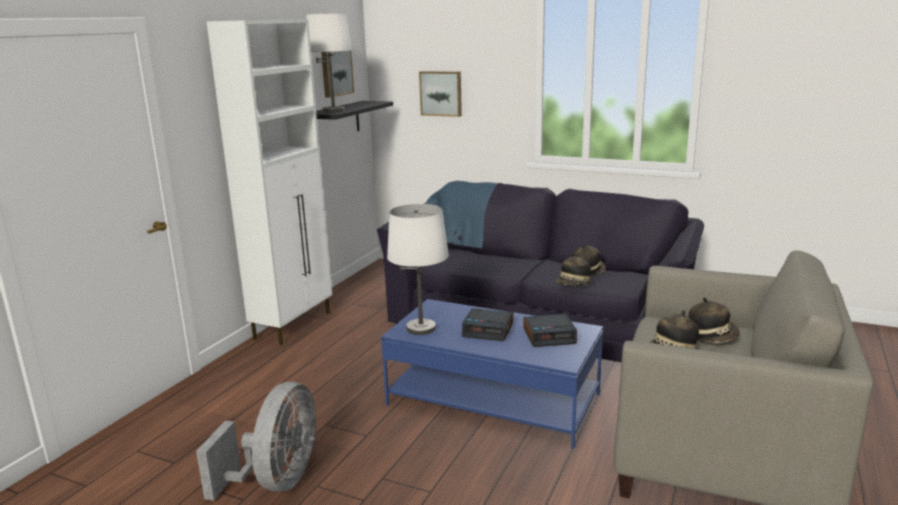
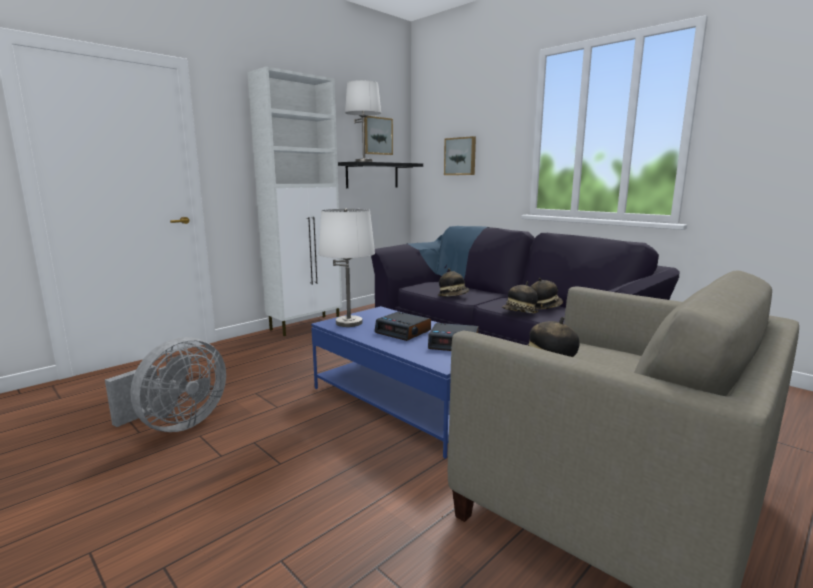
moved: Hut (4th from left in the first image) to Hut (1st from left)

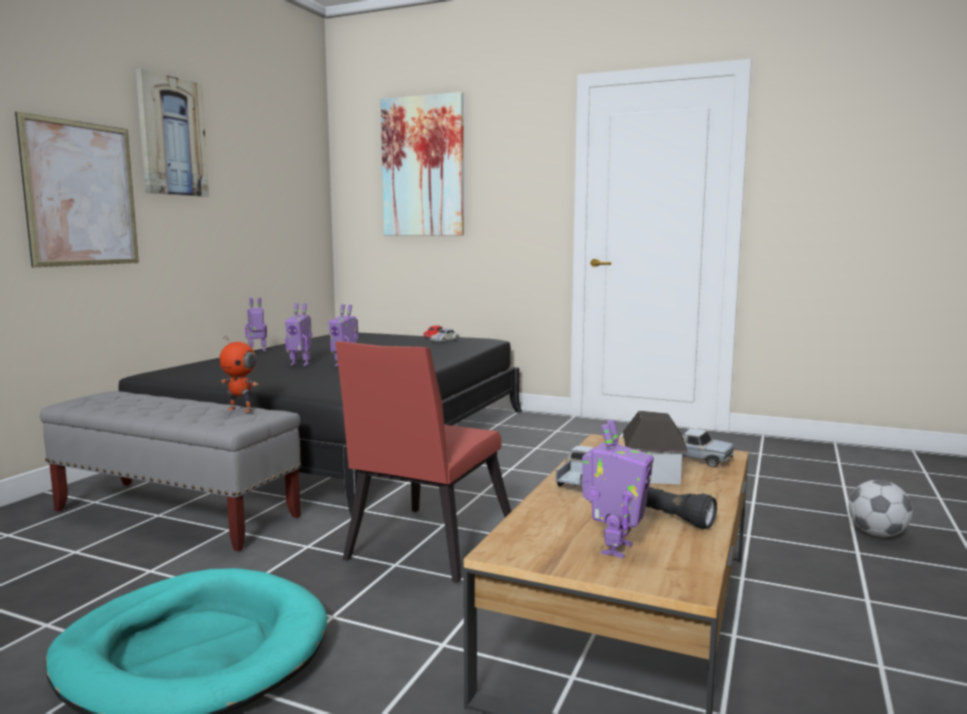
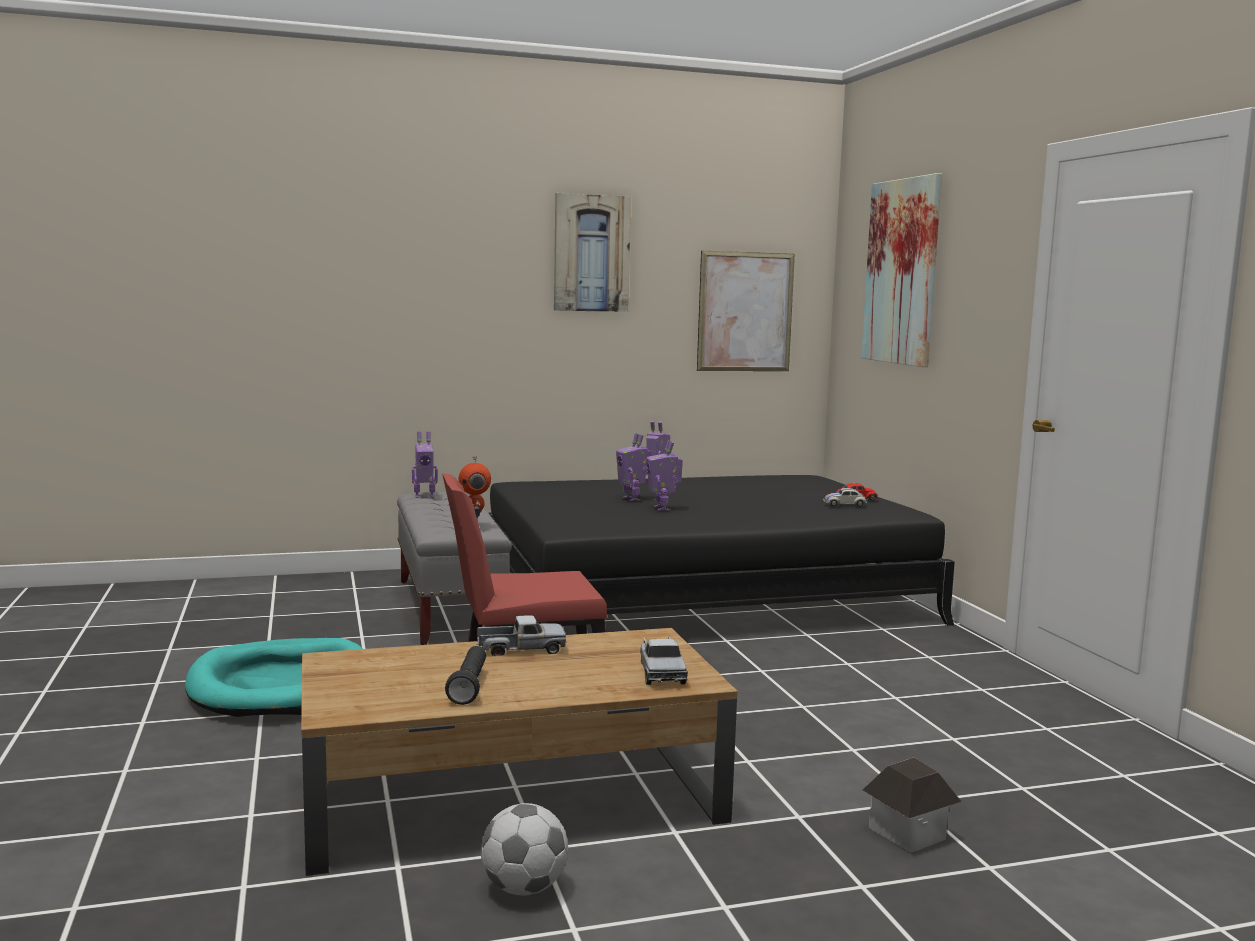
moved: Bild (1st from left in the first image) to Bild (2nd from left); Spielzeugroboter (5th from left in the first image) to Spielzeugroboter (1st from left); Spielzeughaus; Fußball

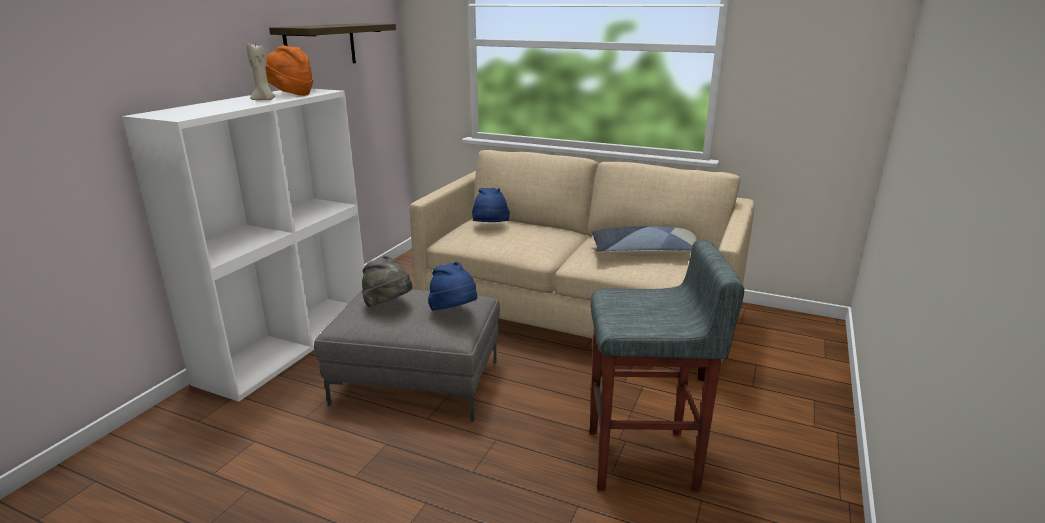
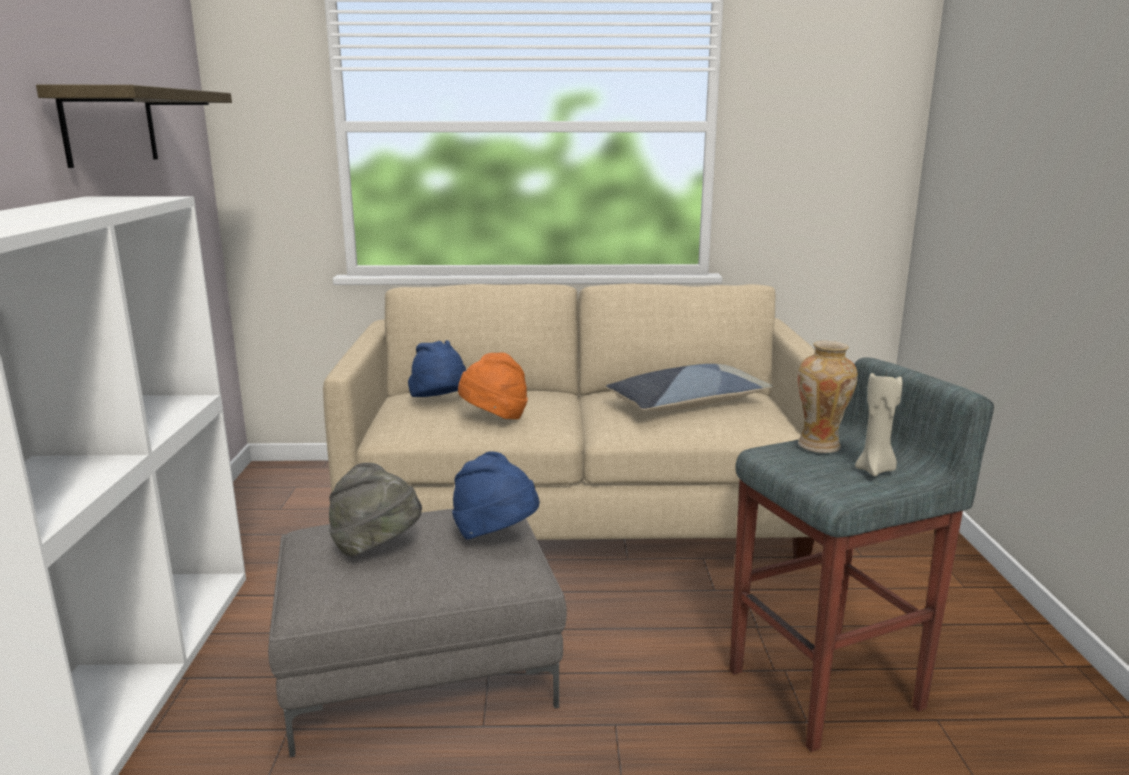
added: Vase
moved: Kerze/beige; Hut/orange

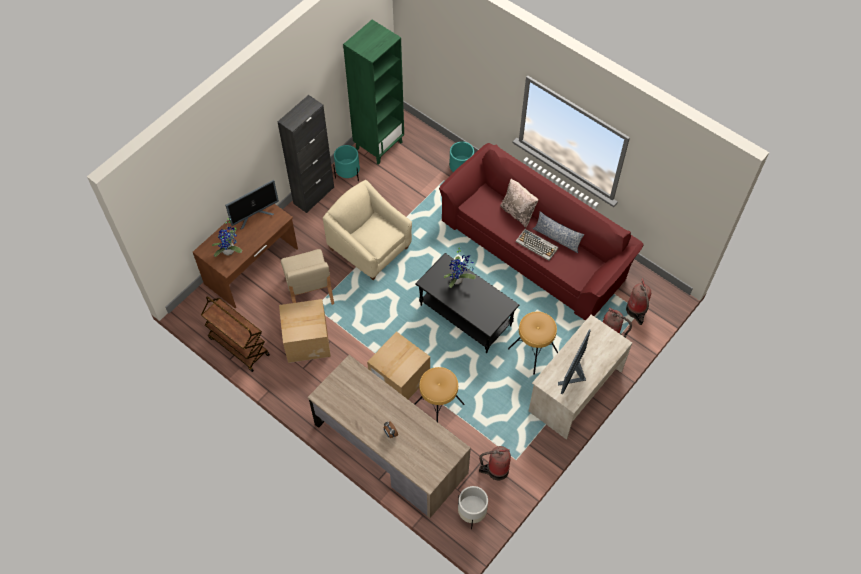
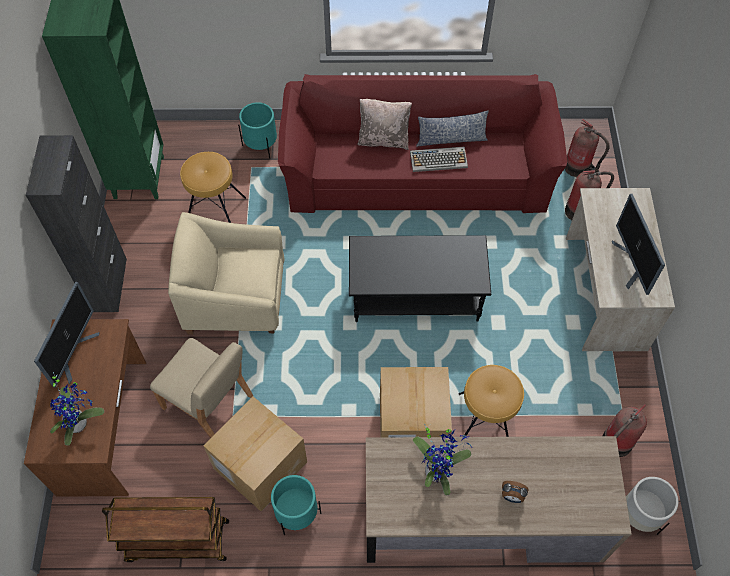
moved: Pflanzkübel/türkis (1st from left in the first image) to Pflanzkübel/türkis (2nd from left); Topfpflanze (2nd from left); Hocker/braun (2nd from left in the first image) to Hocker/braun (1st from left)

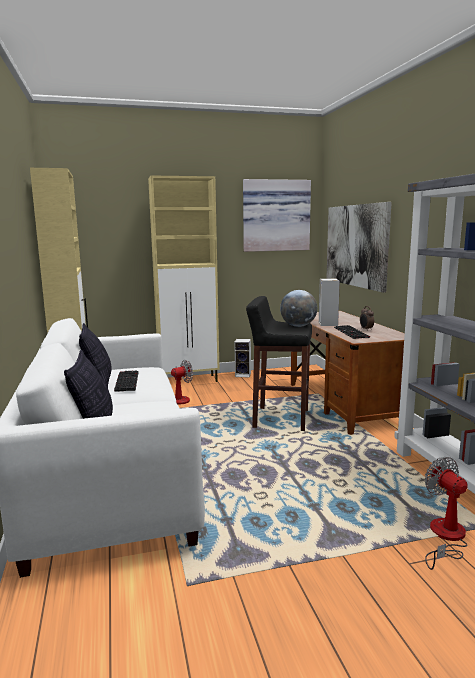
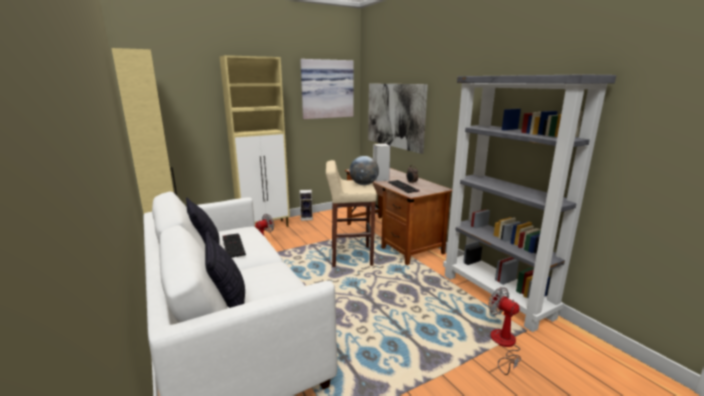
recoloured: Hocker/schwarz to Hocker/beige

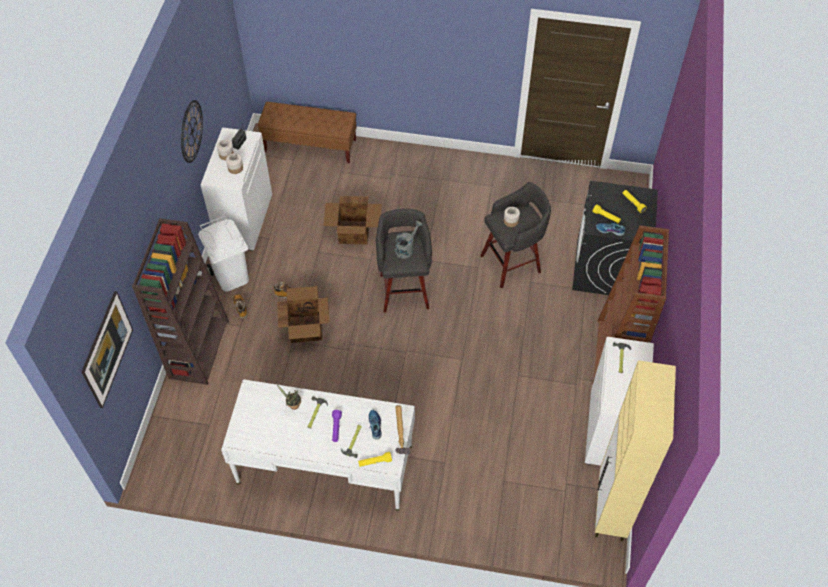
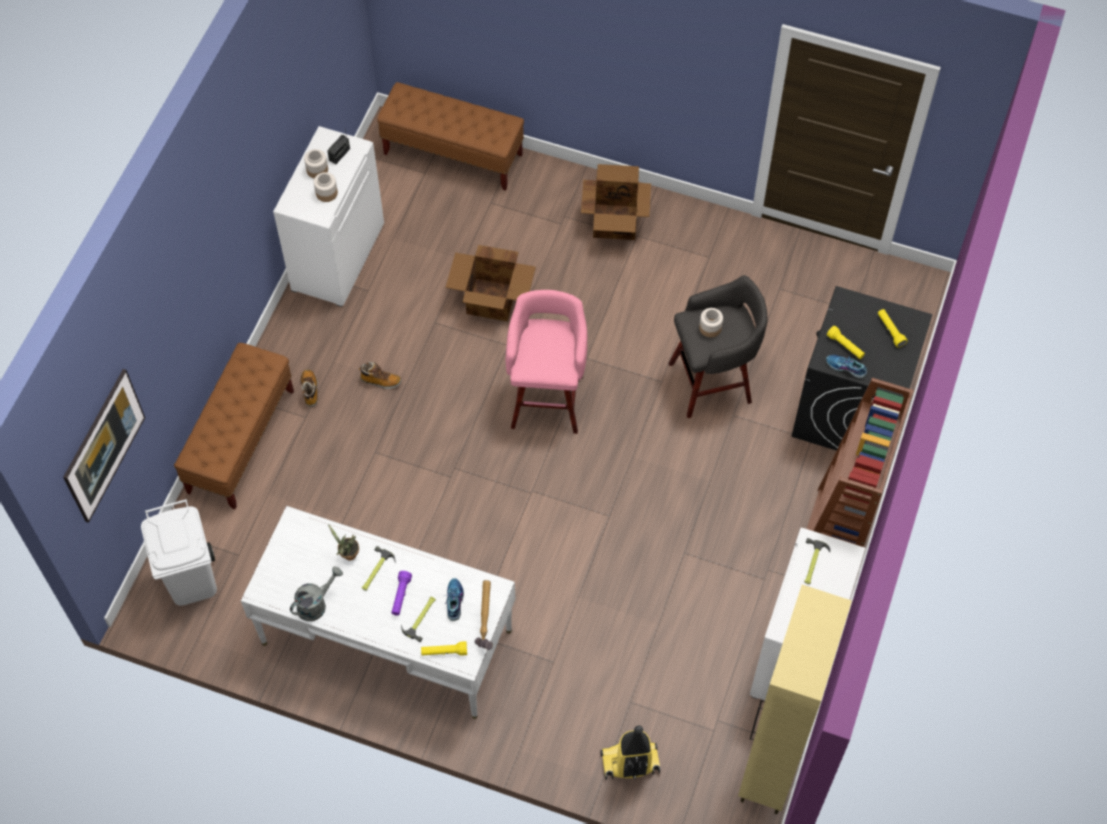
removed: Wanduhr
added: Staubsauger
moved: Mülleimer/weiß; Karton (1st from left in the first image) to Karton (2nd from left); Gießkanne/grau
replaced: Bücherregal/braun (1st from left) to Bank/braun (1st from left)
recoloured: Hocker/grau (1st from left) to Hocker/rosa

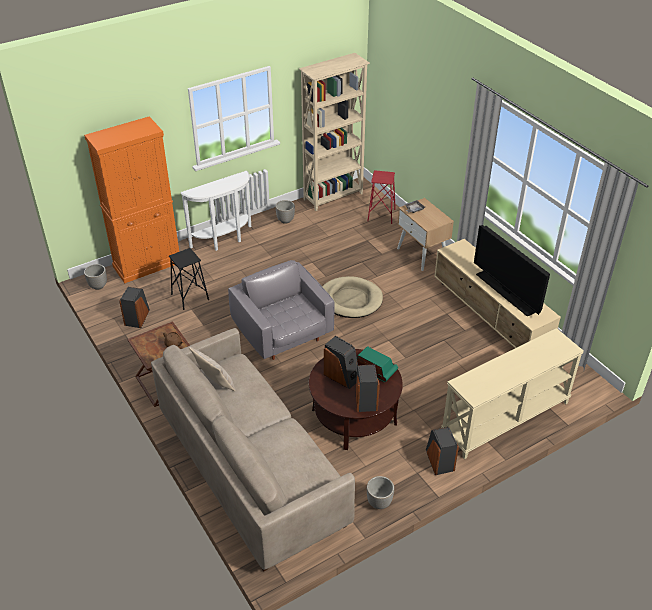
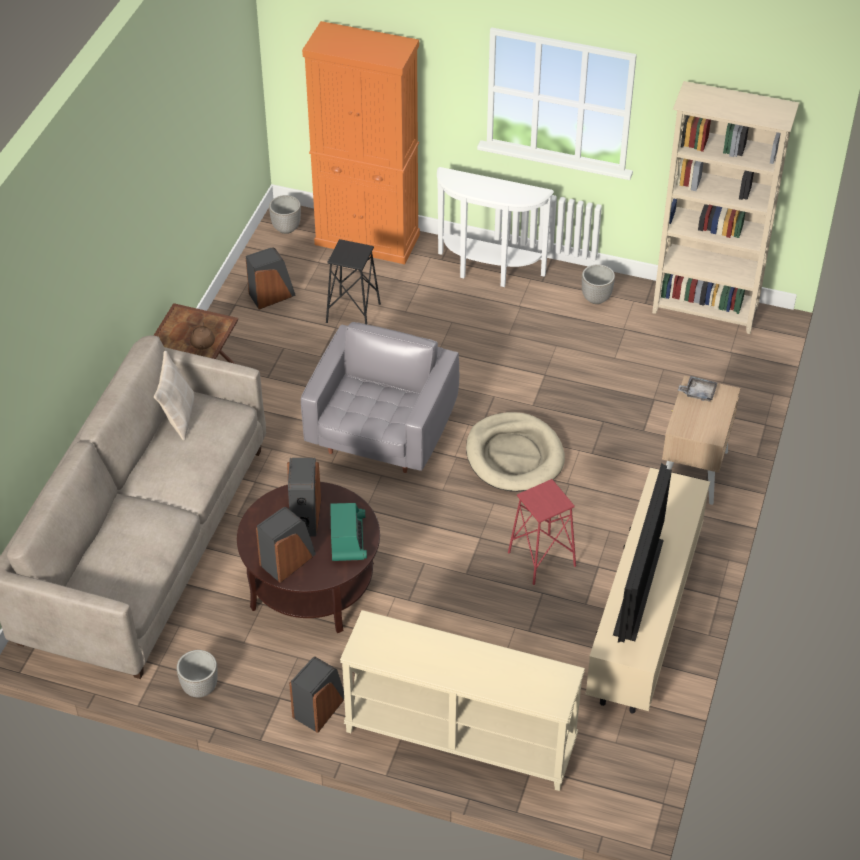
moved: Hocker/rot

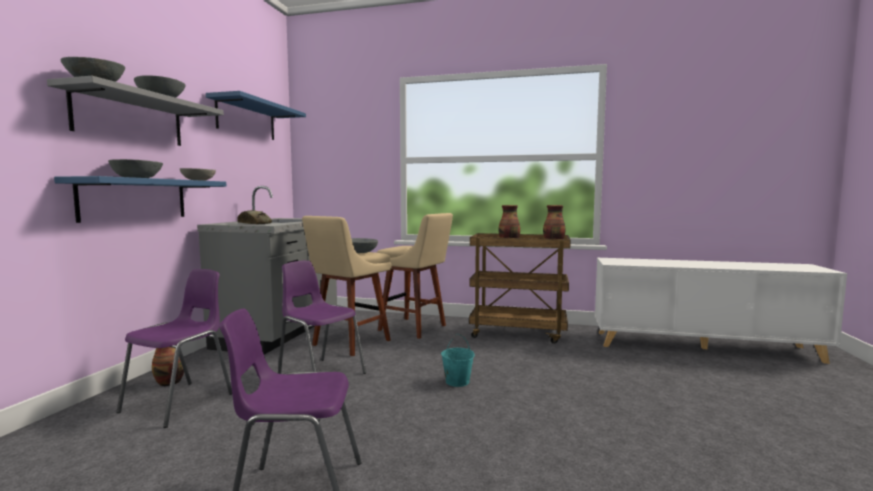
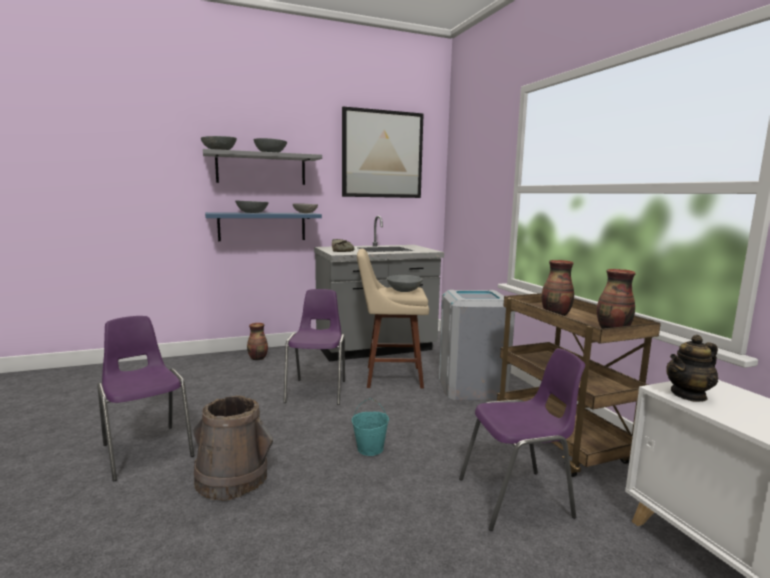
added: Eimer/braun; Teekanne
moved: Stuhl/lila (1st from left in the first image) to Stuhl/lila (3rd from left)
replaced: Wandregal/blau (2nd from left) to Bild; Hocker/beige (2nd from left) to Mülleimer/grau

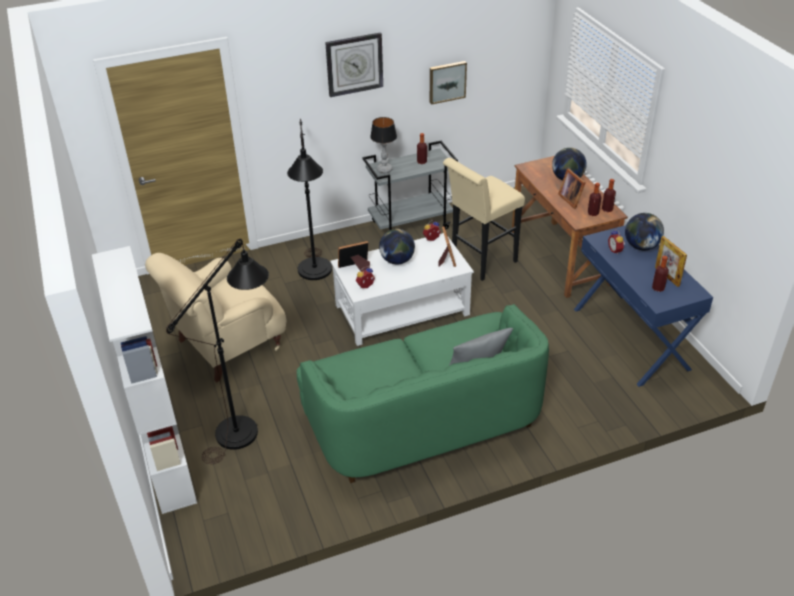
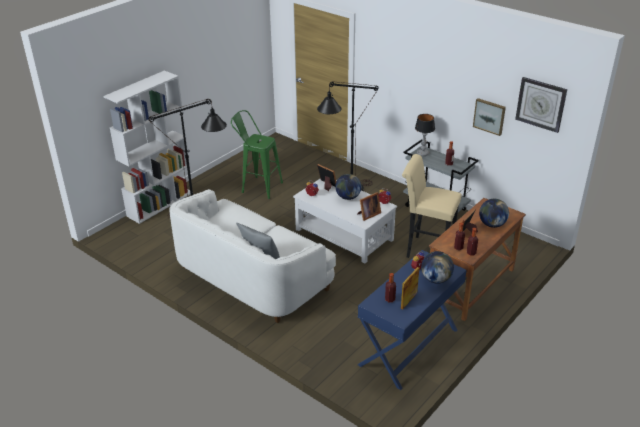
moved: Wanduhr
replaced: Sessel/beige to Hocker/grün
recoloured: Sofa/grün to Sofa/weiß

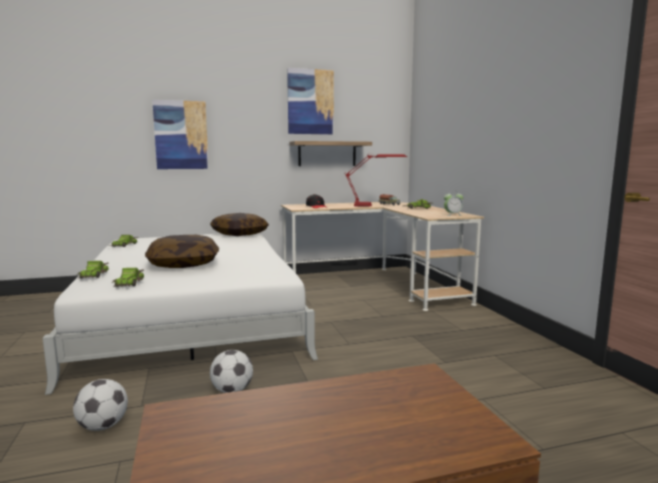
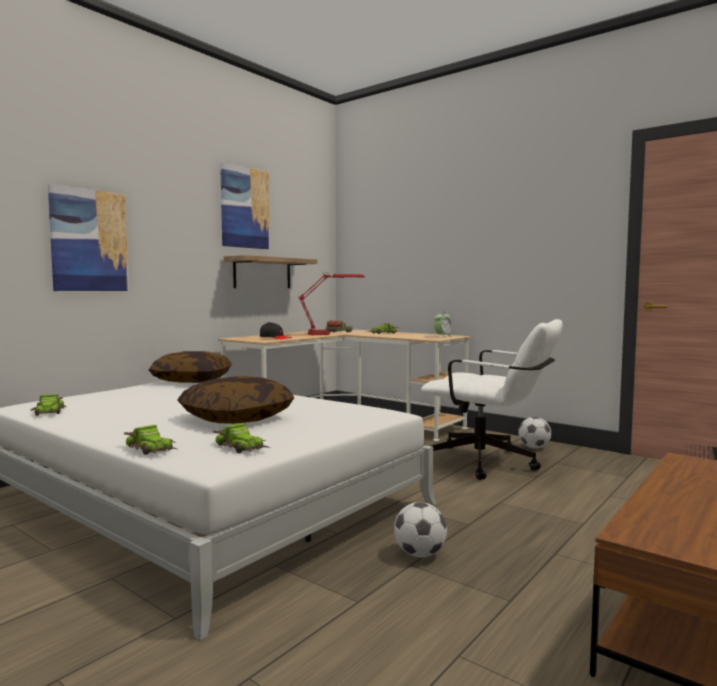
added: Bürostuhl/weiß
moved: Fußball (1st from left in the first image) to Fußball (2nd from left)

